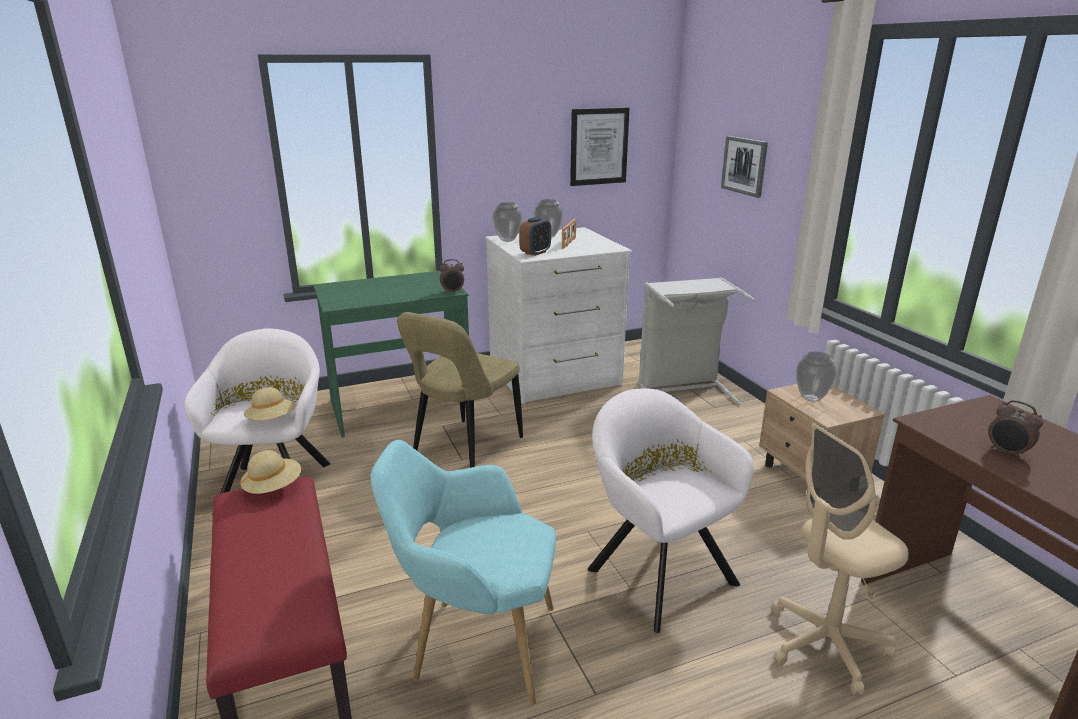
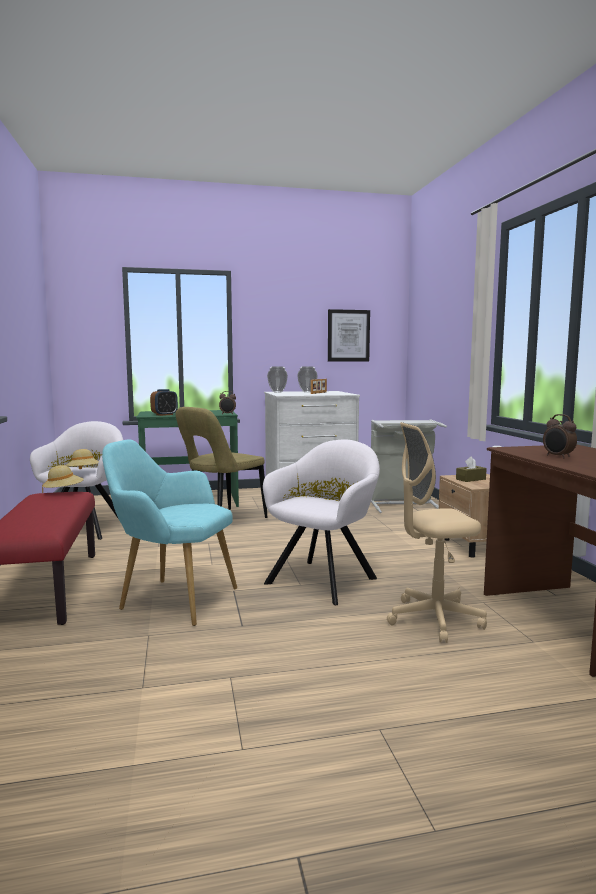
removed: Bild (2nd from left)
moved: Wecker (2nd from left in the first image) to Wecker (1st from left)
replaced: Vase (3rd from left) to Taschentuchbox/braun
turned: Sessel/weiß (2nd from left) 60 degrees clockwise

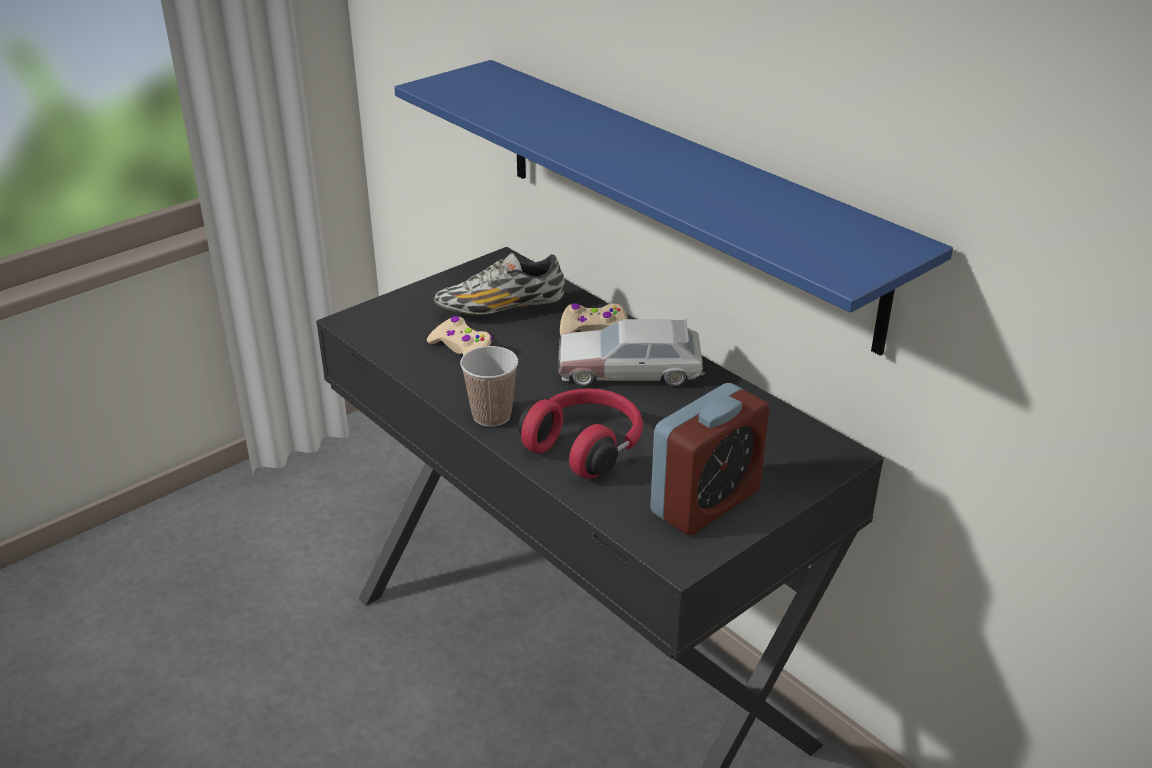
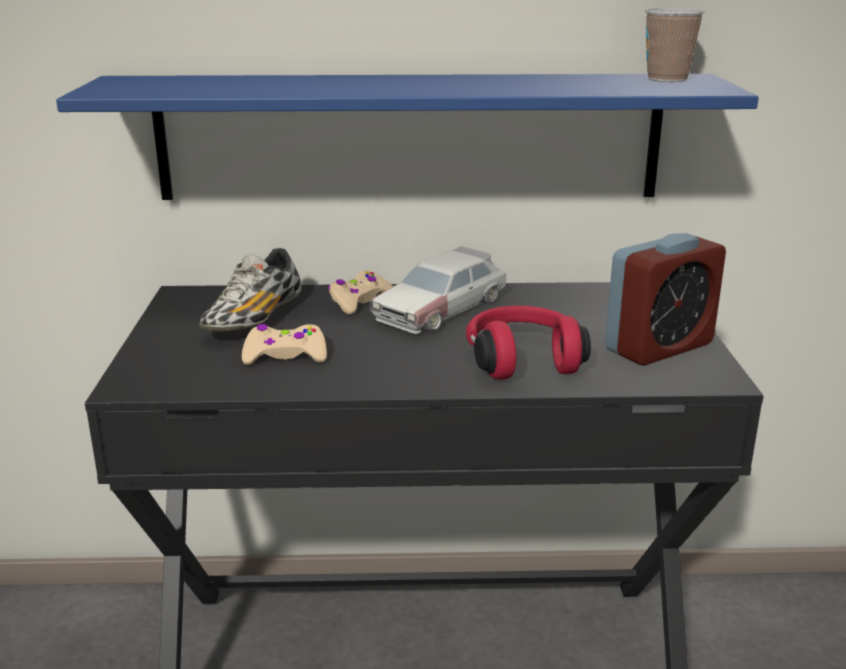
moved: Tasse
turned: Wecker 60 degrees clockwise

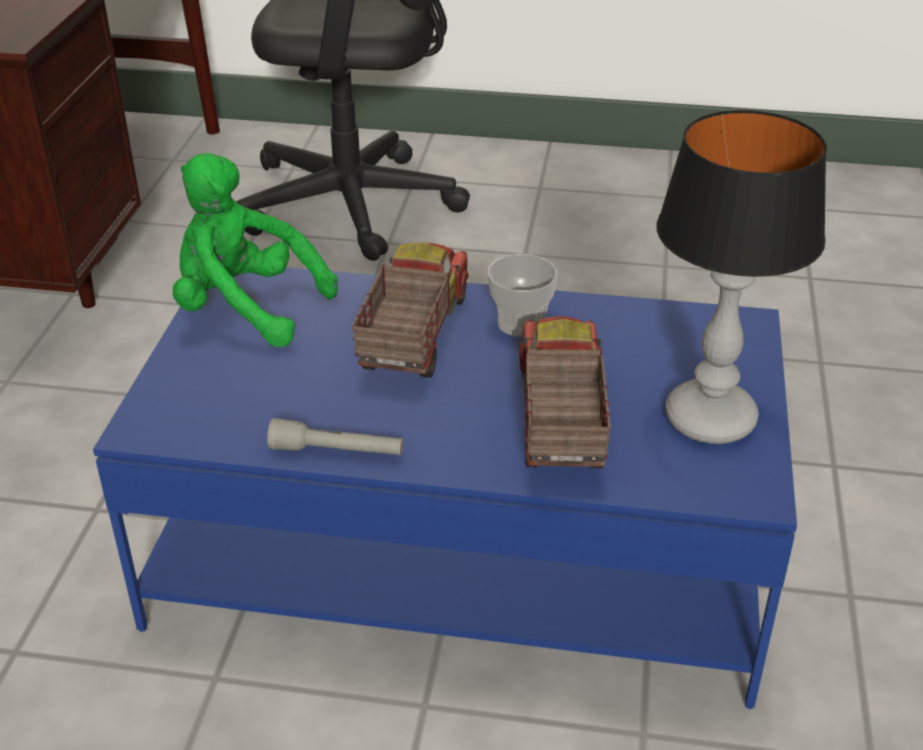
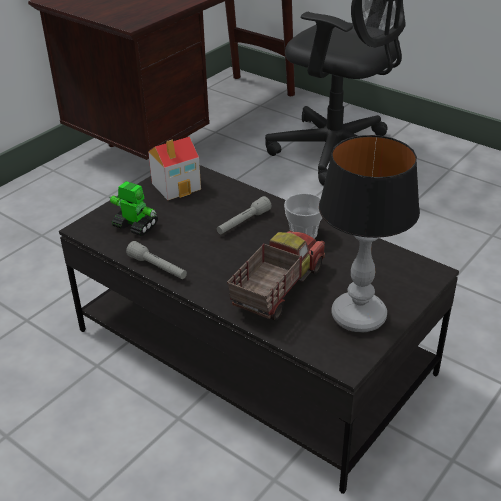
added: Spielzeugroboter
replaced: Plüschtier/grün to Spielzeughaus; Spielzeuglaster (1st from left) to Taschenlampe/grau (2nd from left)
recoloured: Couchtisch/blau to Couchtisch/schwarz

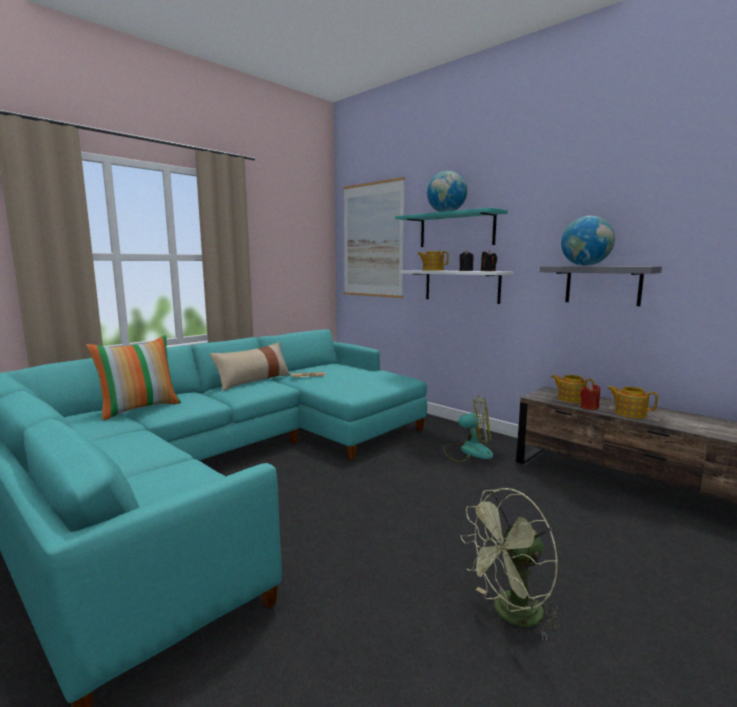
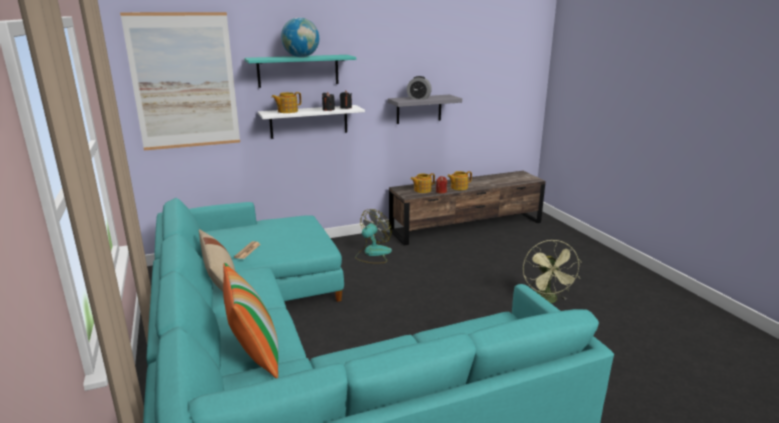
replaced: Globus (2nd from left) to Wecker

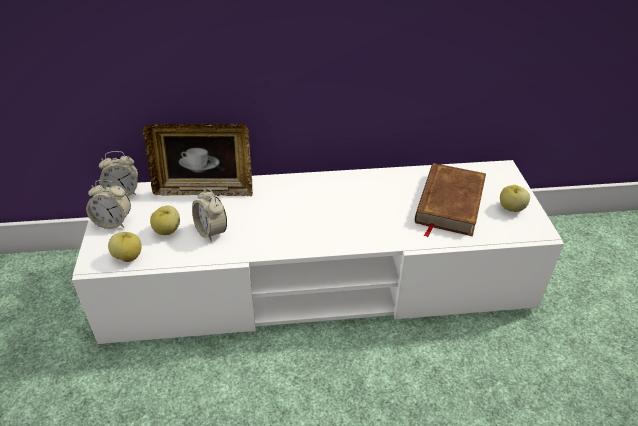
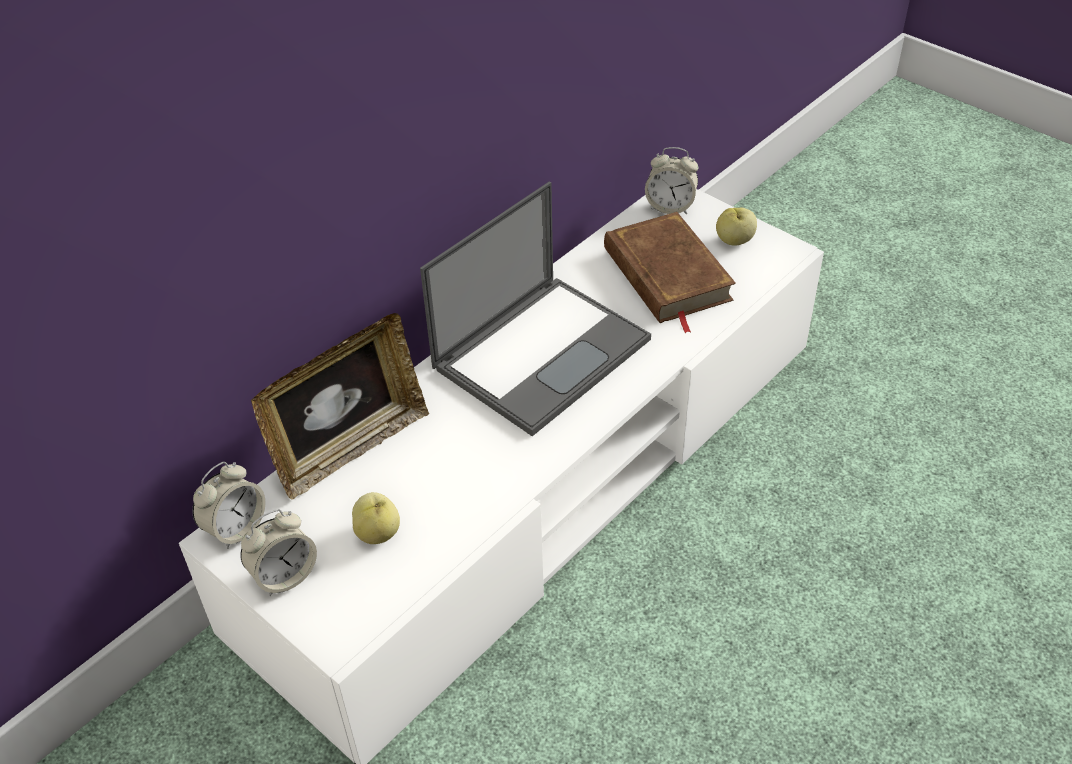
removed: Apfel (1st from left)
added: Laptop
moved: Wecker (3rd from left)

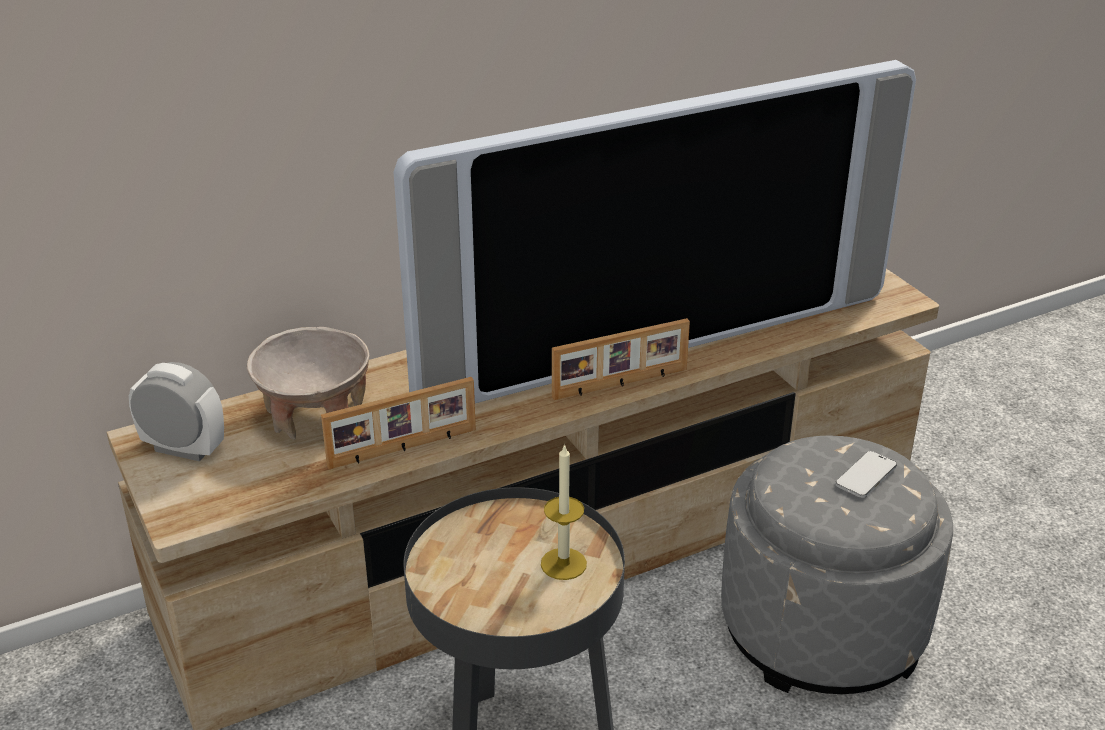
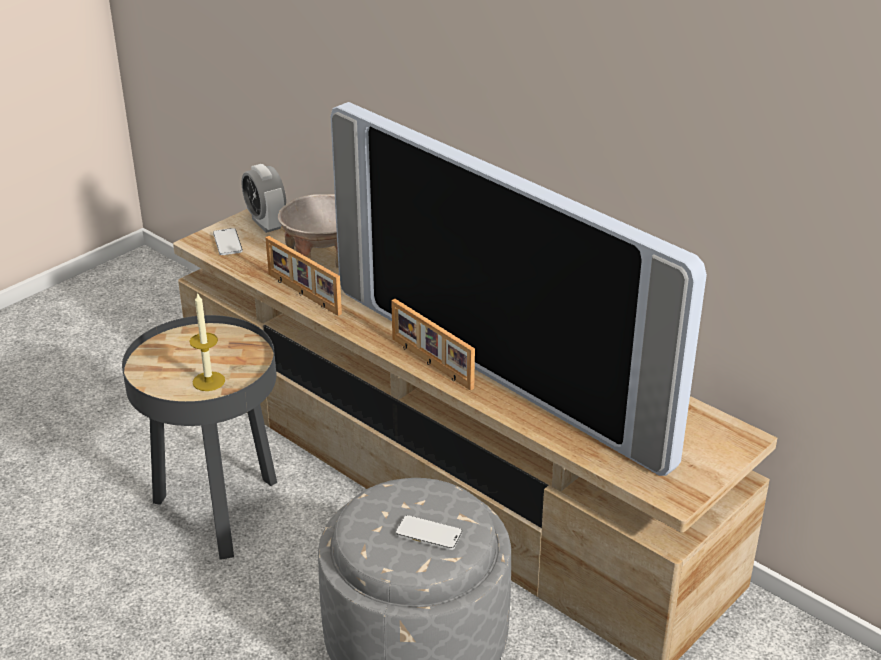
added: Handy (1st from left)
turned: Wecker 150 degrees clockwise

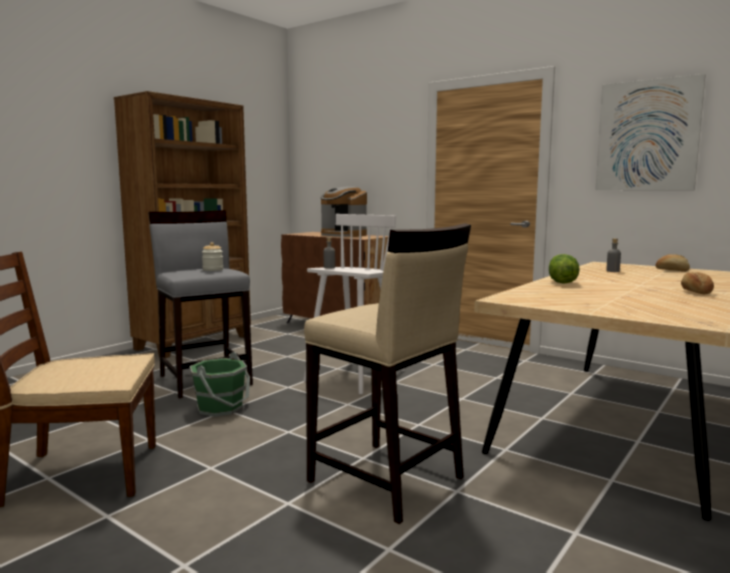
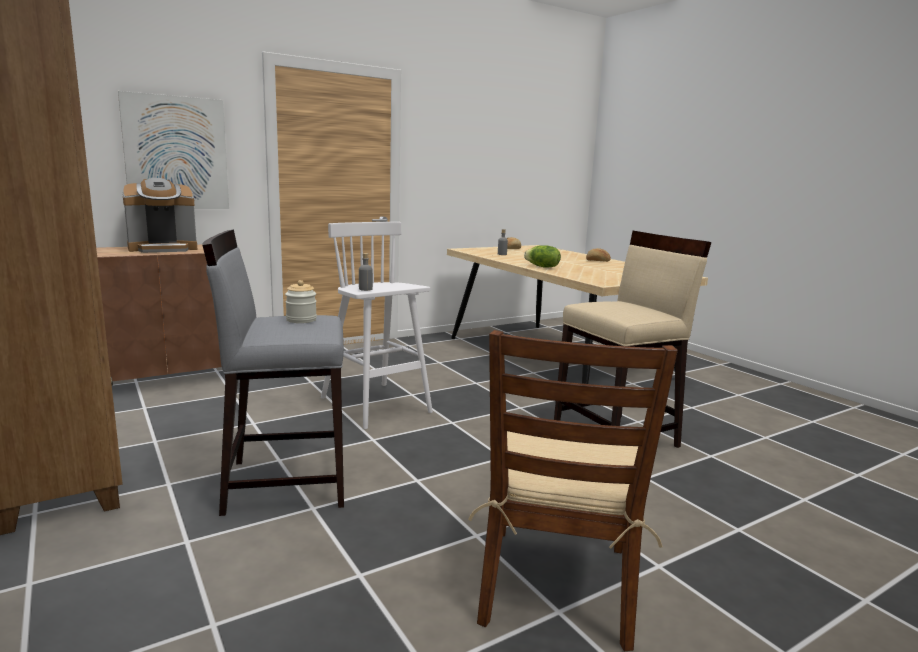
removed: Eimer/grün
moved: Bild

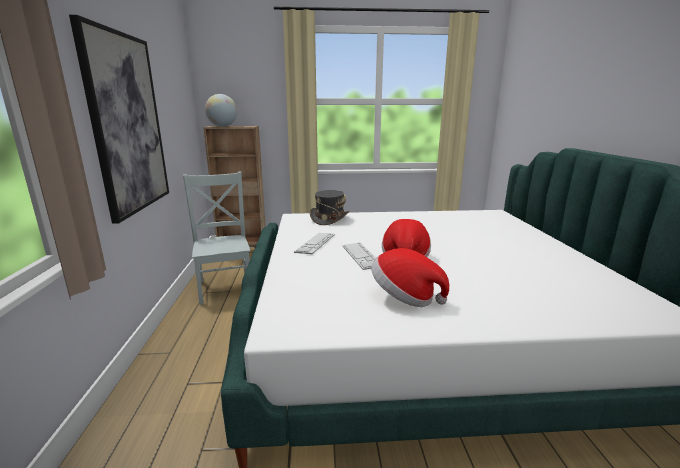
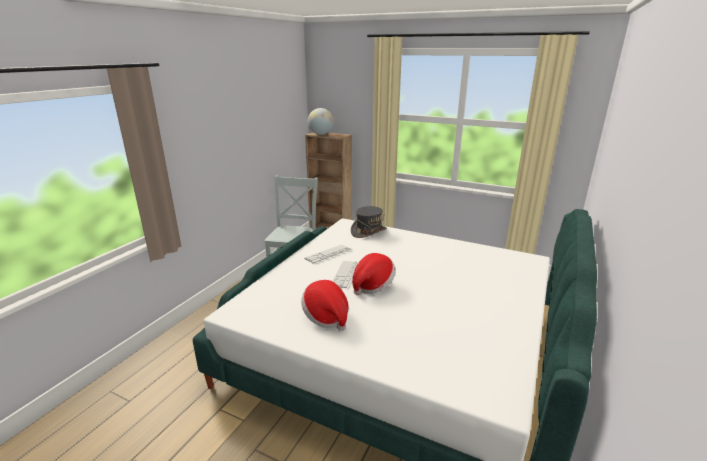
removed: Bild

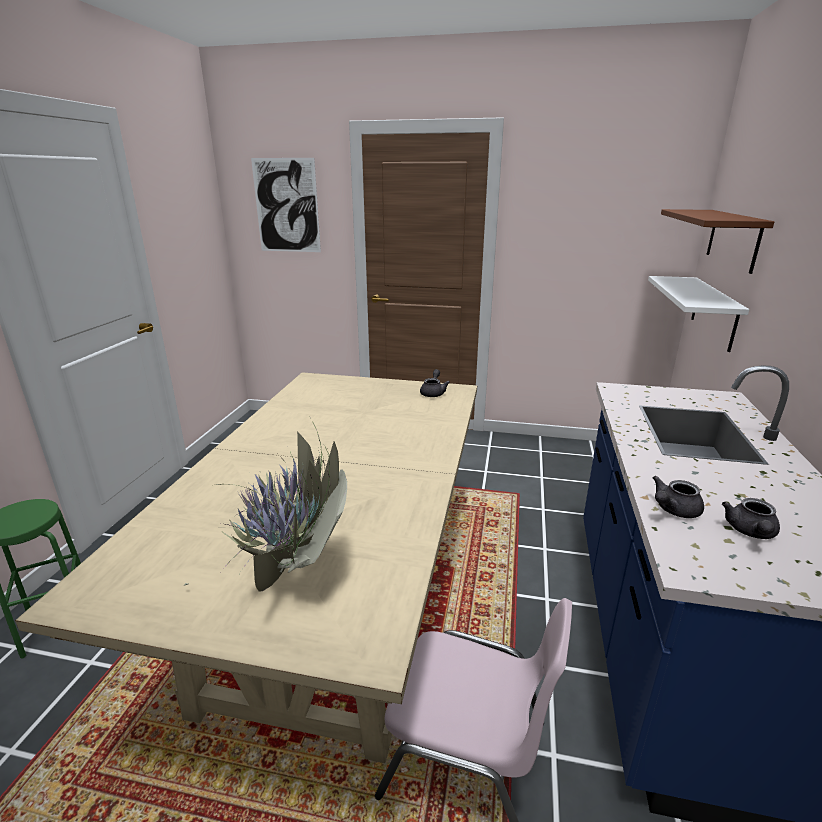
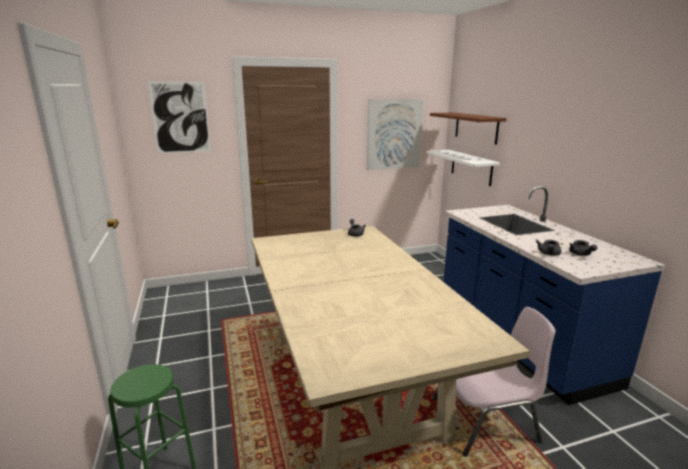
removed: Topfpflanze
added: Bild (2nd from left)

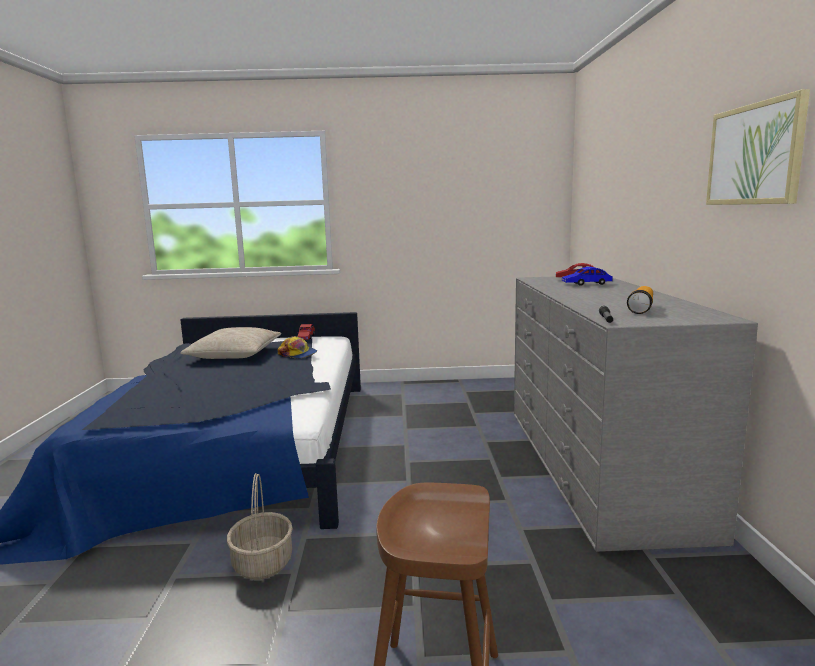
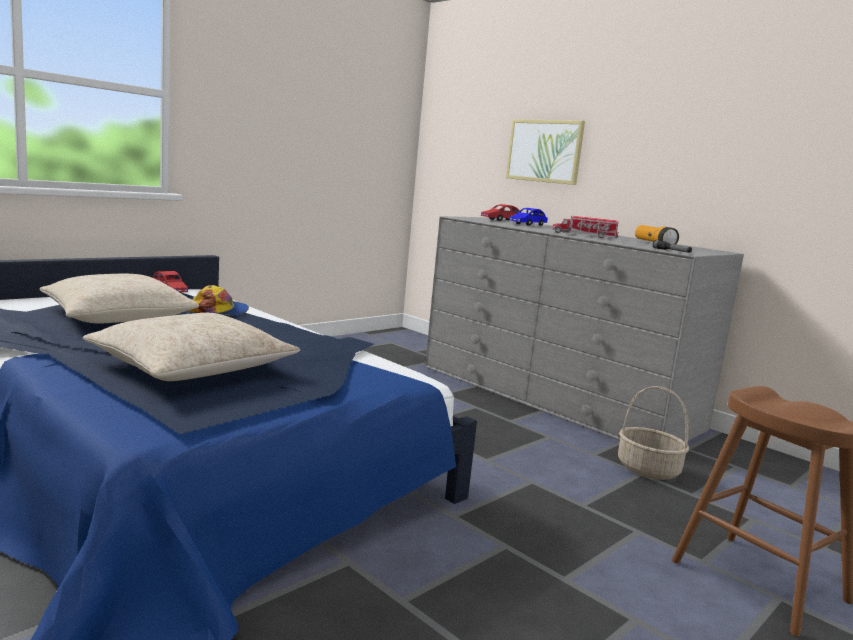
added: Kissen/beige (2nd from left); Spielzeuglaster
moved: Korb; Bild

